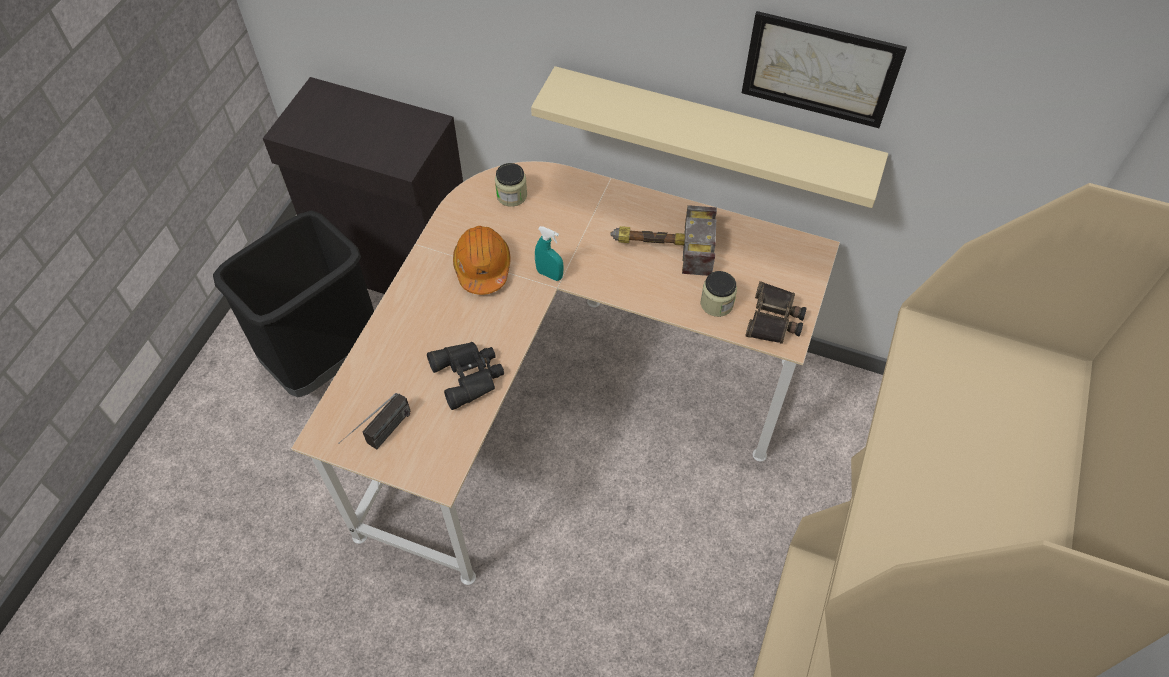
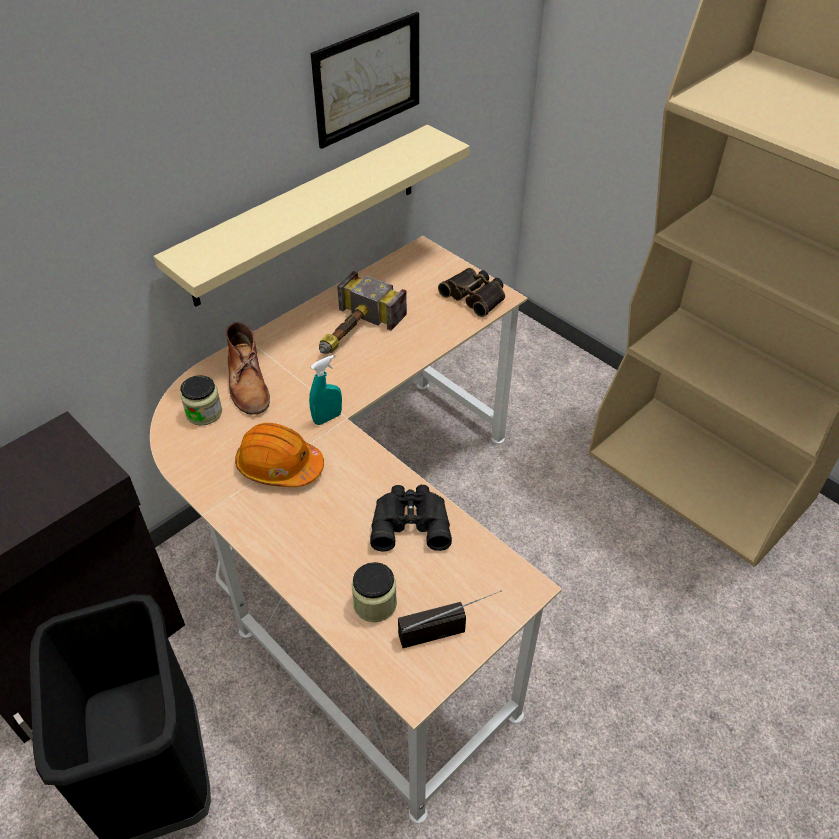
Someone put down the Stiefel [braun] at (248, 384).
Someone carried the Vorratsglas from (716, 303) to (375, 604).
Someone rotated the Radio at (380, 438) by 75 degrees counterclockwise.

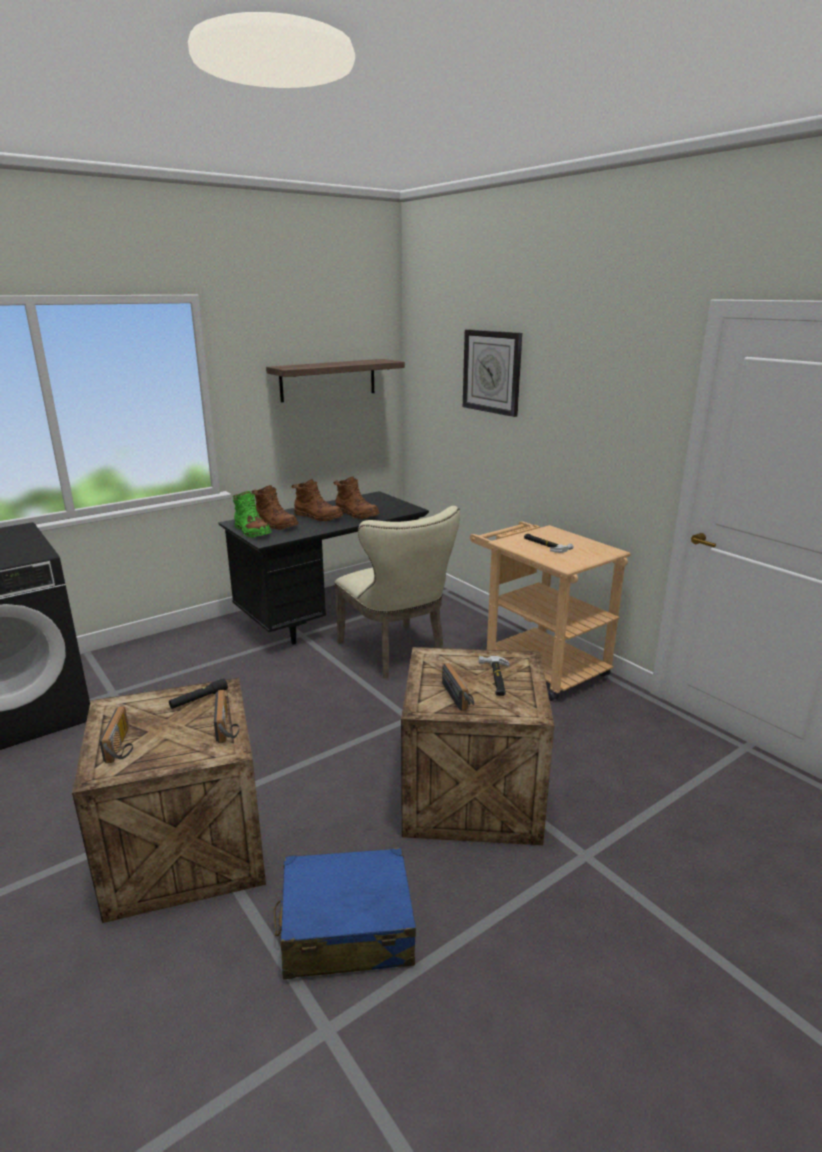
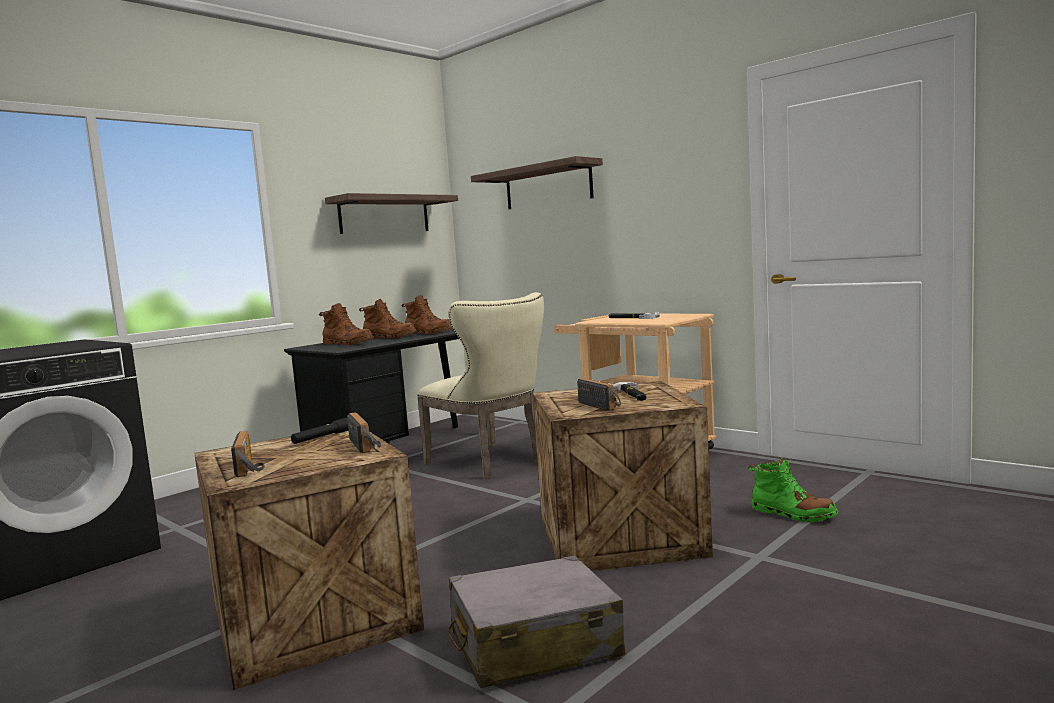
Someone carried the Stiefel [grün] from (252, 531) to (792, 514).
Someone swapped the Wanduhr at (492, 372) for the Wandregal at (548, 186).
Someone repainted the Koffer [blau] at (346, 929), which became the Koffer [grau] at (533, 644).

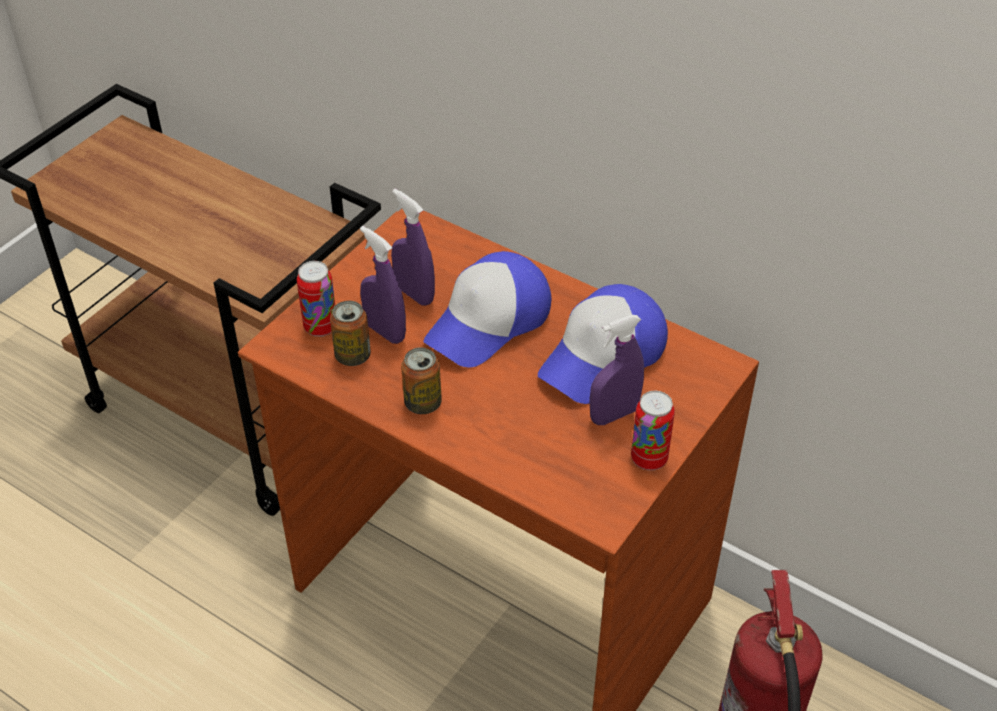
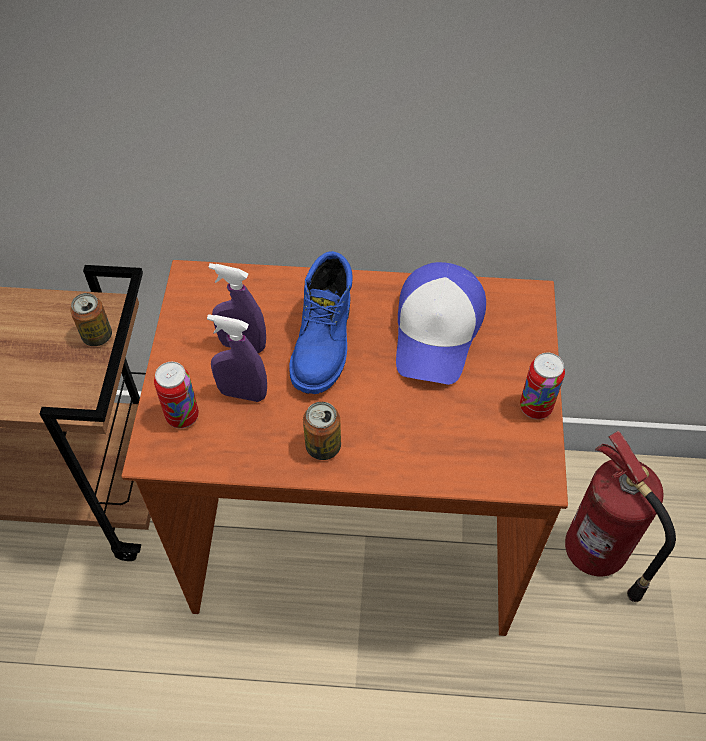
Someone took away the Sprühflasche [lila] at (614, 415).
Someone carried the Dose from (352, 356) to (97, 336).
Someone swapped the Kappe at (489, 322) for the Stiefel [blau] at (324, 343).

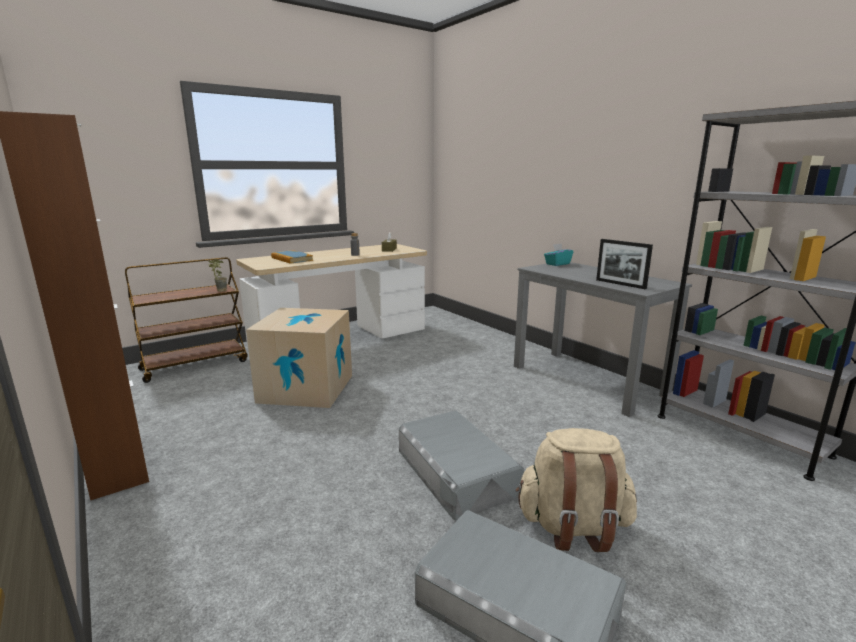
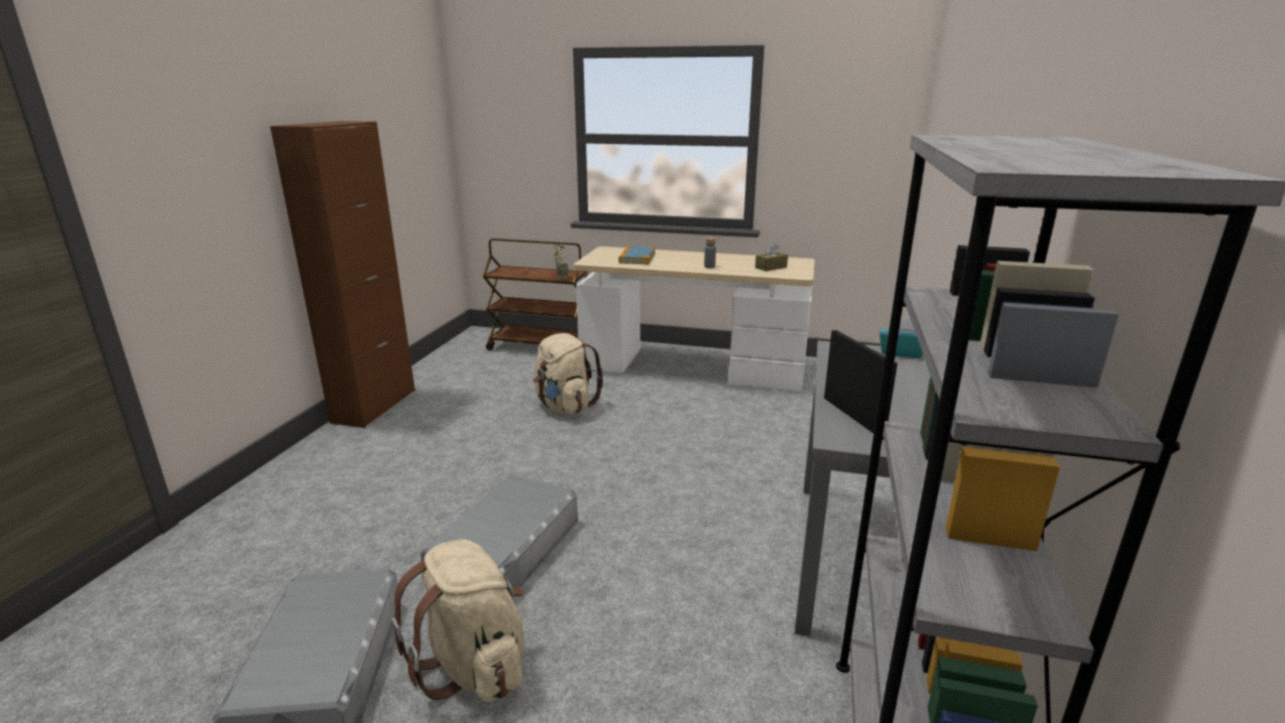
Someone swapped the Karton at (306, 388) for the Rucksack [beige] at (565, 406).
Someone rotated the Bilderrahmen at (620, 284) by 150 degrees clockwise.

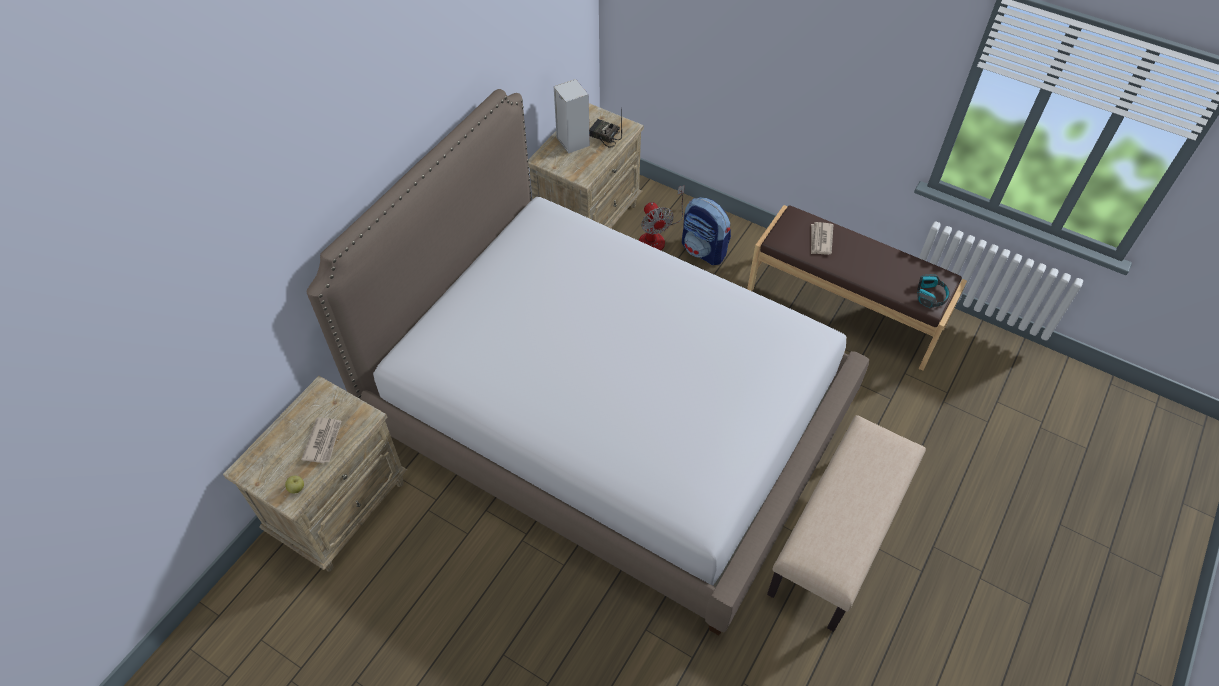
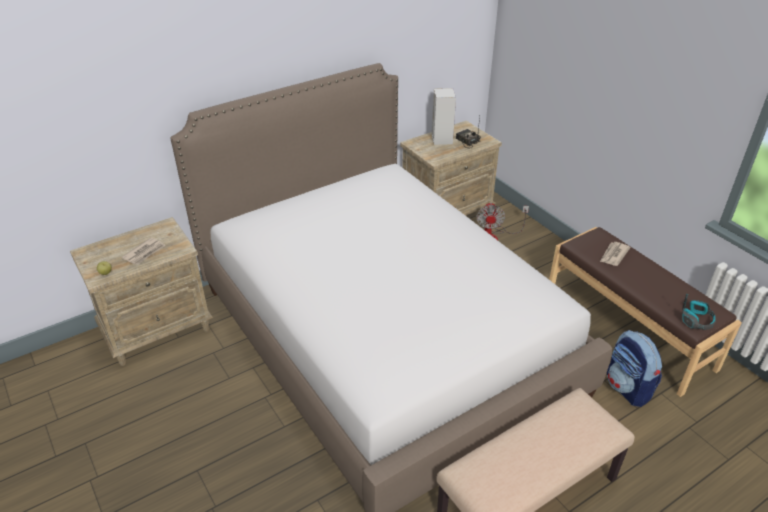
Someone carried the Rucksack from (704, 250) to (628, 388).

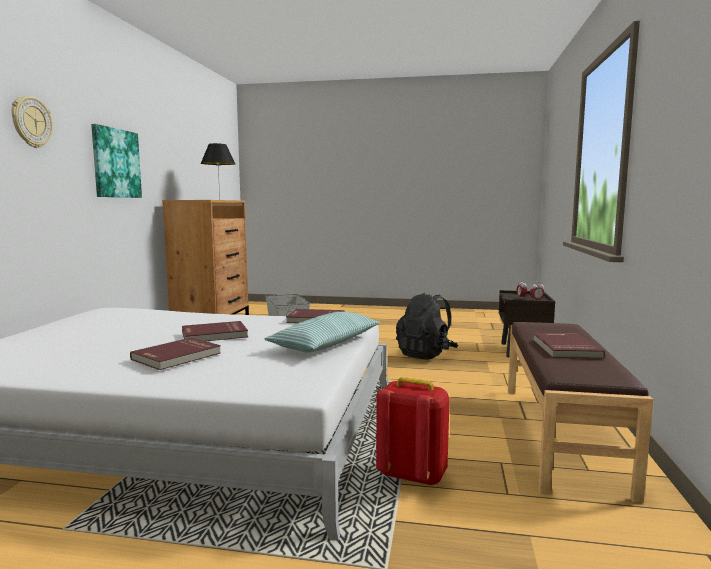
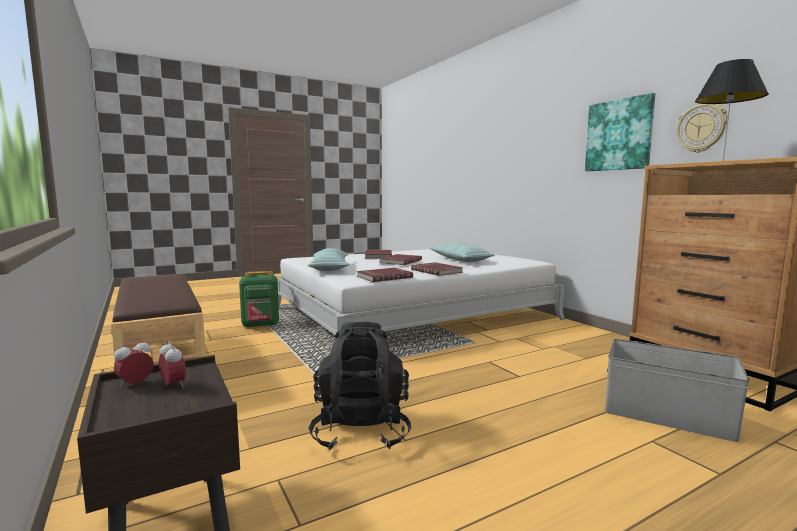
Someone put down the Kissen at (460, 260).
Someone carried the Wanduhr from (31, 122) to (701, 128).
Someone carried the Buch [rot] from (564, 348) to (437, 271).
Someone repainted the Rucksack [rot] at (412, 475), which became the Rucksack [grün] at (261, 325).

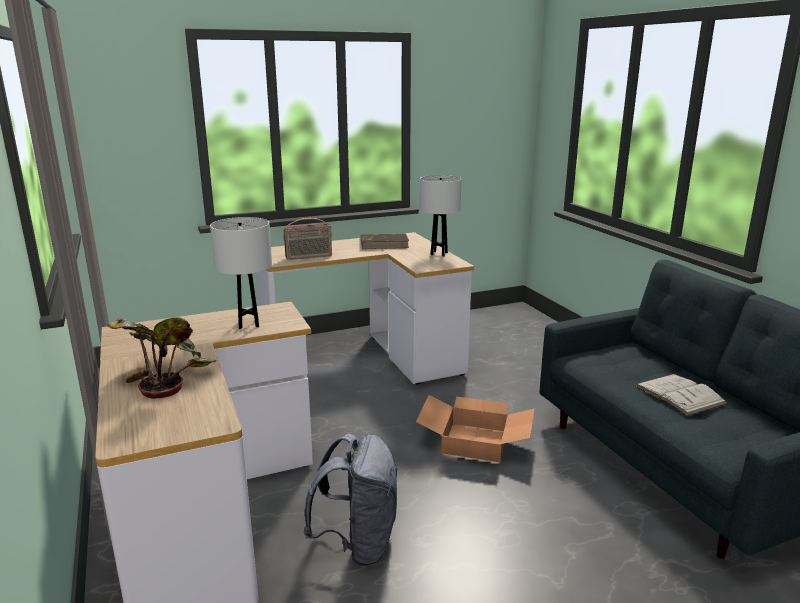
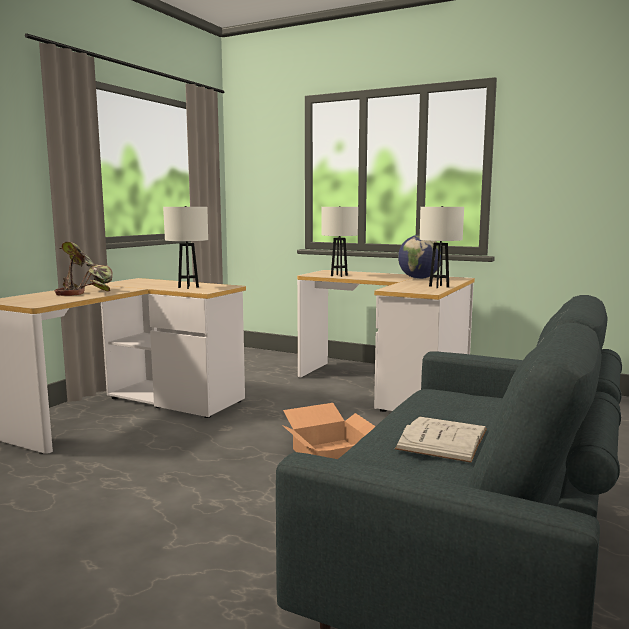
Someone took away the Rucksack [grau] at (358, 544).
Someone swapped the Radio at (309, 257) for the Tischlampe [weiß] at (339, 275).
Someone swapped the Buch [braun] at (385, 244) for the Globus at (419, 278).

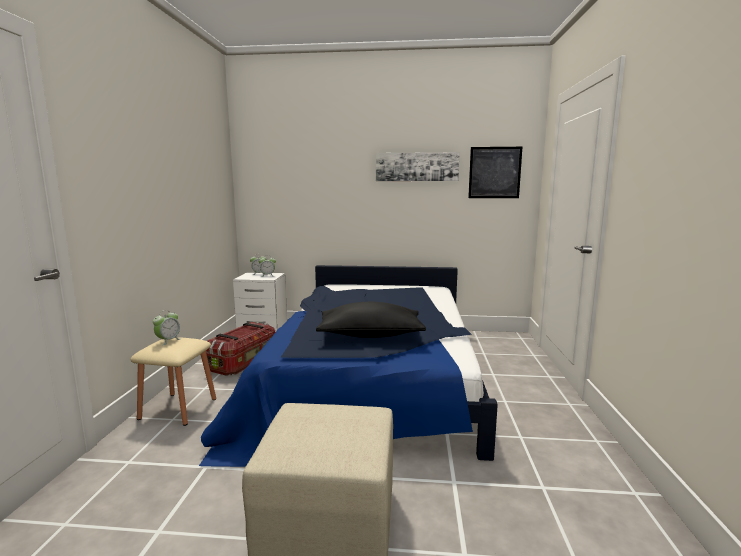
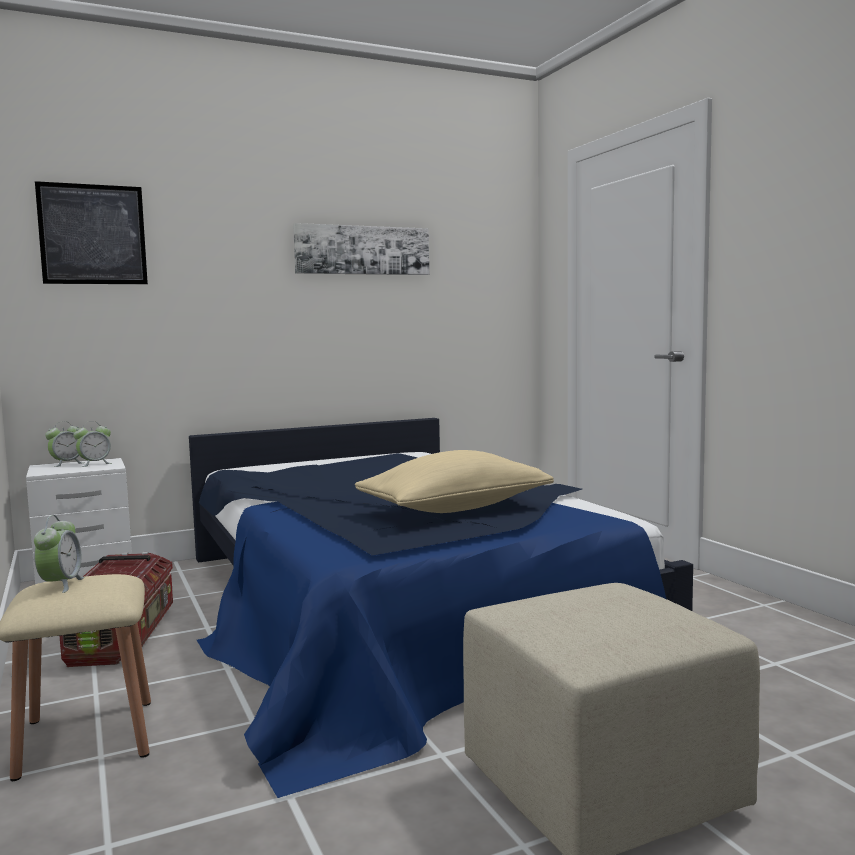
Someone carried the Bild from (494, 172) to (93, 234).
Someone repainted the Kissen [schwarz] at (370, 335), which became the Kissen [beige] at (455, 509).

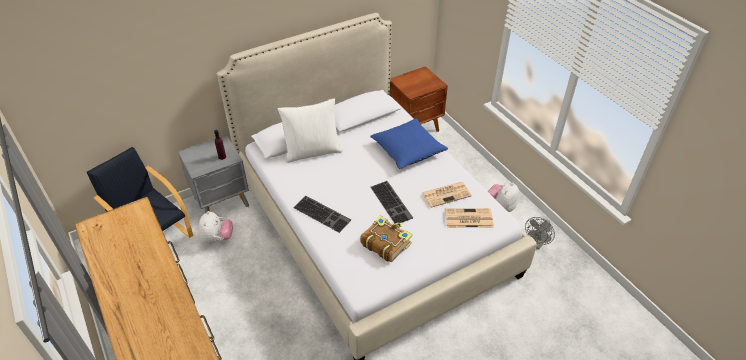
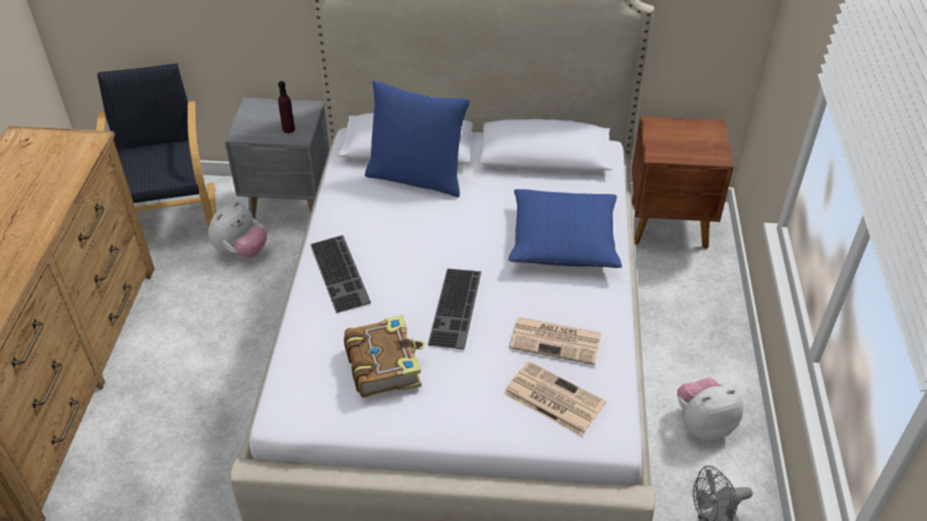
Someone repainted the Kissen [weiß] at (312, 151), which became the Kissen [blau] at (417, 176).

